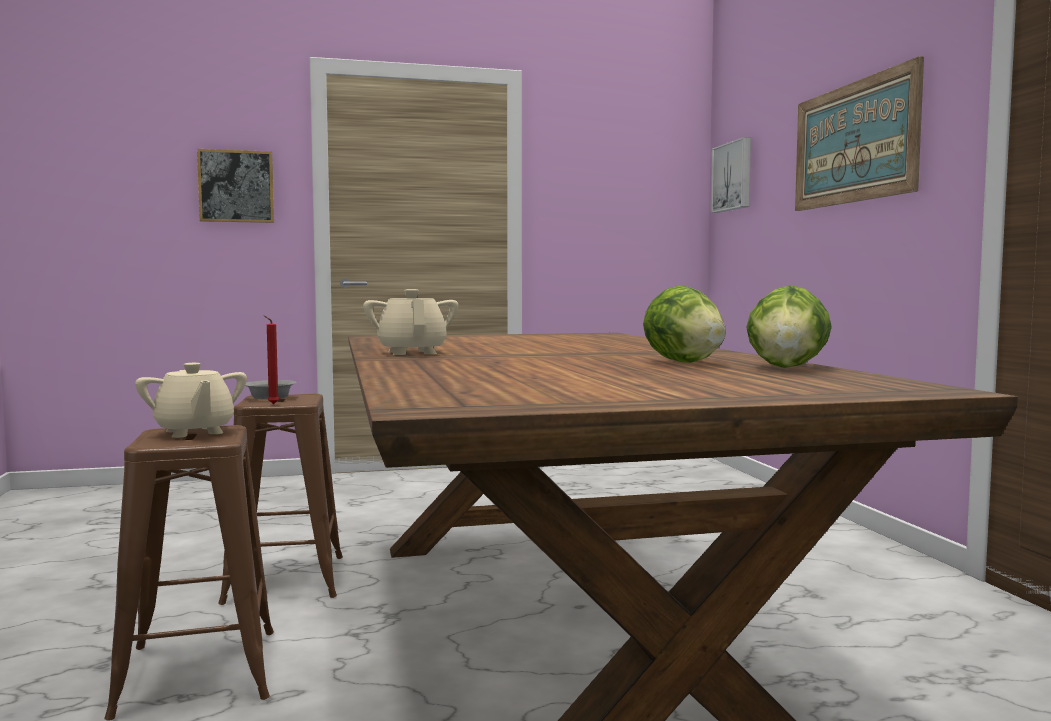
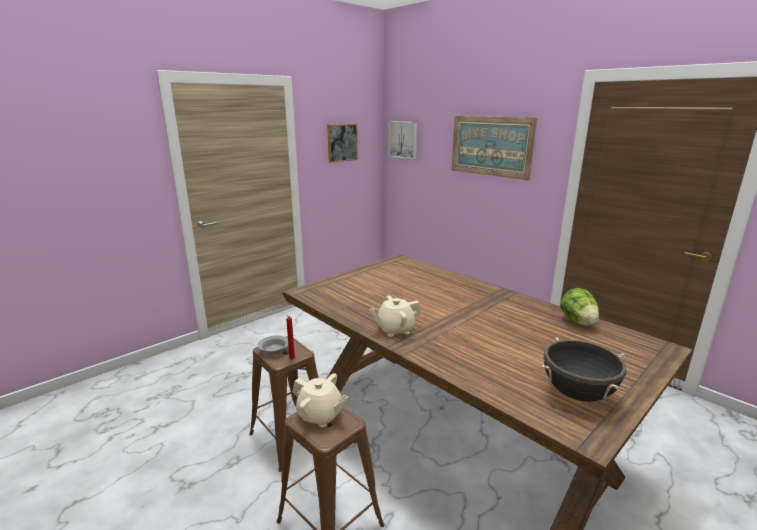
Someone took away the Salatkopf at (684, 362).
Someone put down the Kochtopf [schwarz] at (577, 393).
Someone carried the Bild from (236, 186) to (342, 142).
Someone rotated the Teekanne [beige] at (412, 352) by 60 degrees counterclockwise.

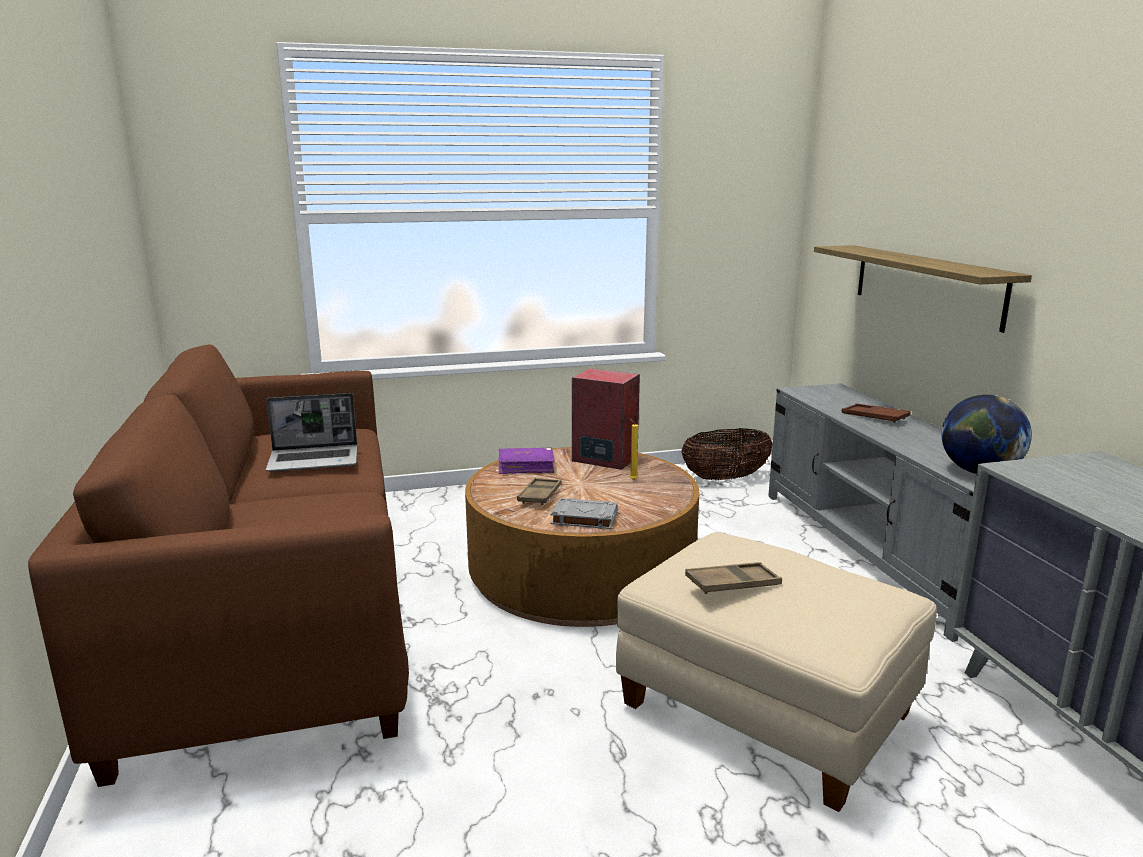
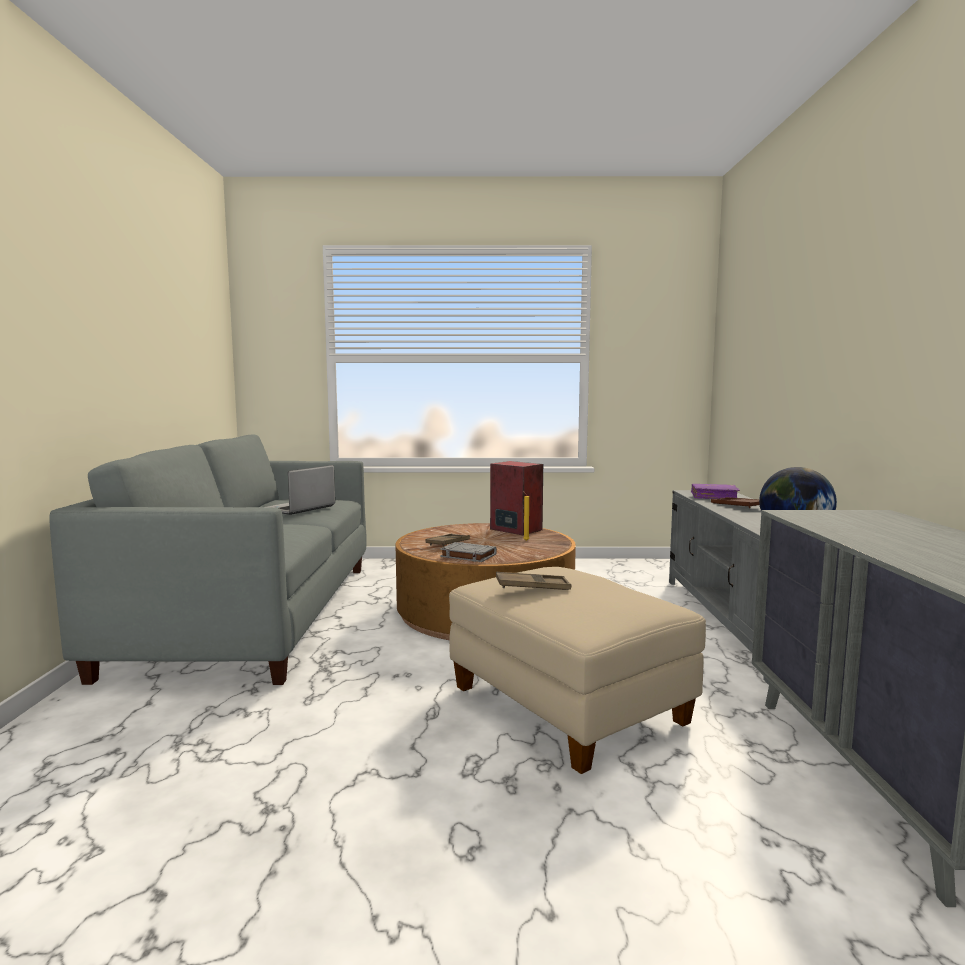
Someone took away the Korb at (725, 478).
Someone took away the Wandregal at (926, 284).
Someone carried the Buch [lila] from (526, 467) to (714, 497).
Someone repainted the Sofa [braun] at (275, 616), which became the Sofa [grau] at (254, 614).
Someone rotated the Laptop at (315, 460) by 120 degrees clockwise.

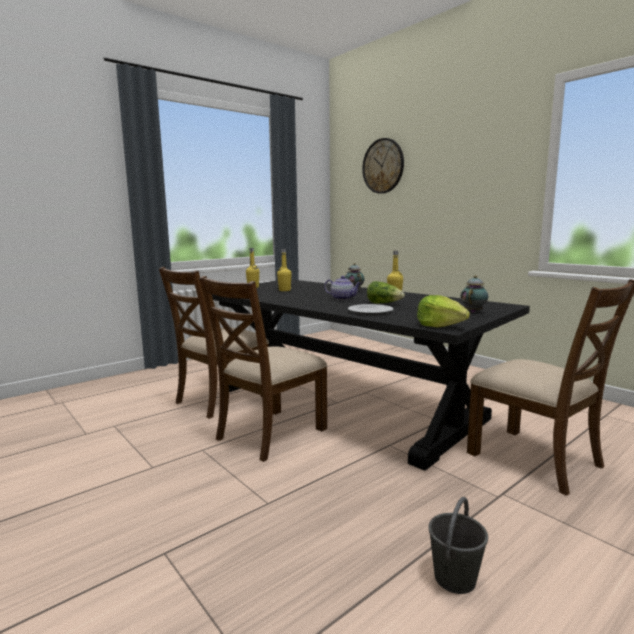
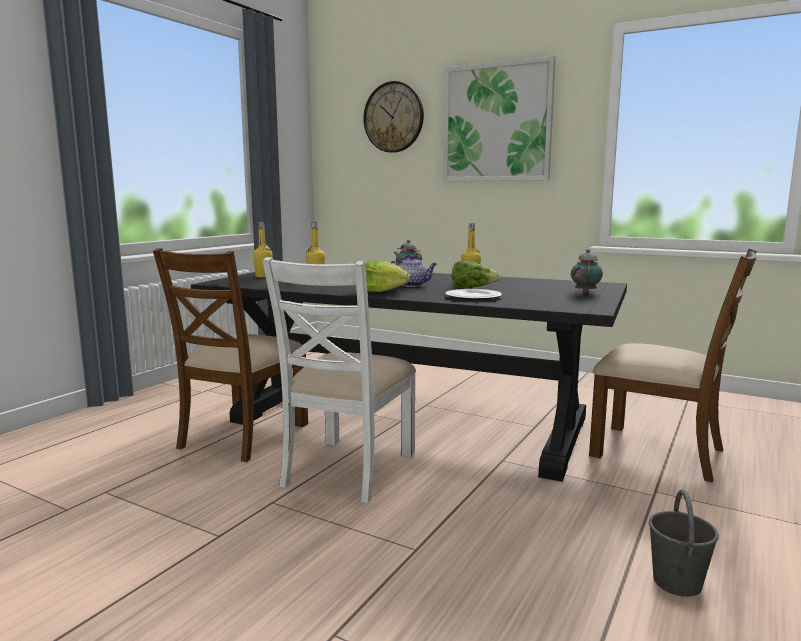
Someone put up the Bild at (497, 123).
Someone carried the Salatkopf from (440, 326) to (382, 291).
Someone repainted the Stuhl [braun] at (270, 433), which became the Stuhl [weiß] at (347, 469).

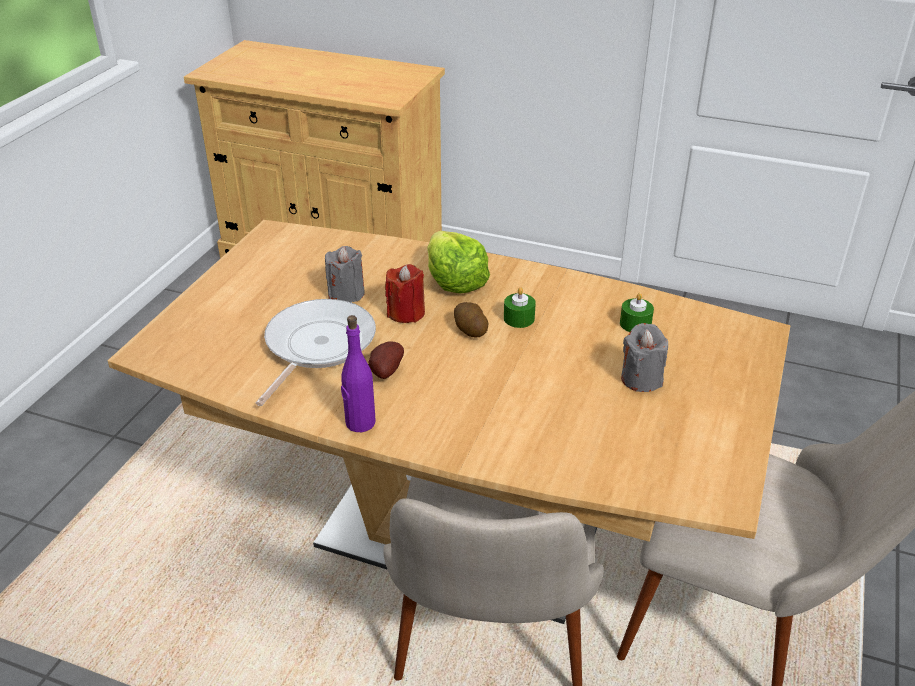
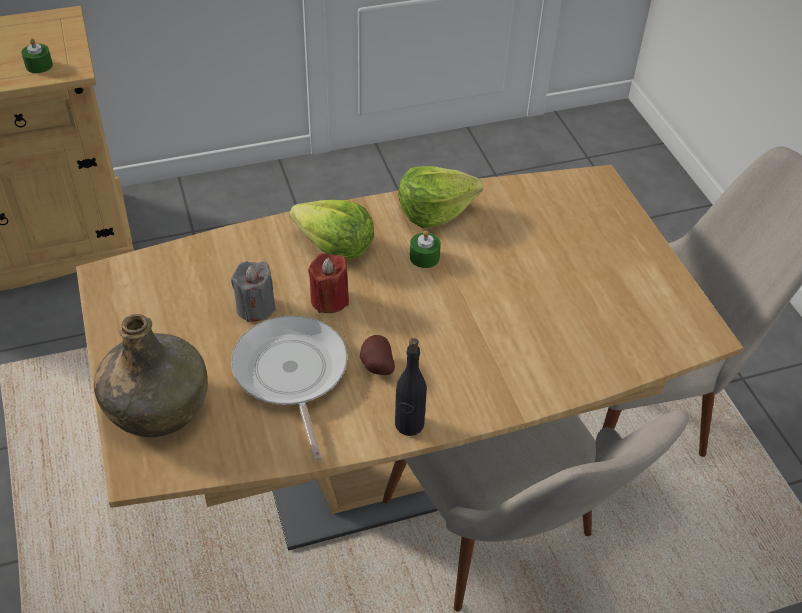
Someone took away the Kartoffel at (470, 330).
Someone took away the Kerze [grau] at (641, 379).
Someone put down the Flasche [grün] at (157, 406).
Someone put down the Salatkopf at (434, 211).
Someone carried the Kerze [grün] from (635, 324) to (39, 65).
Someone repainted the Flasche [lila] at (360, 423), which became the Flasche [schwarz] at (409, 424).

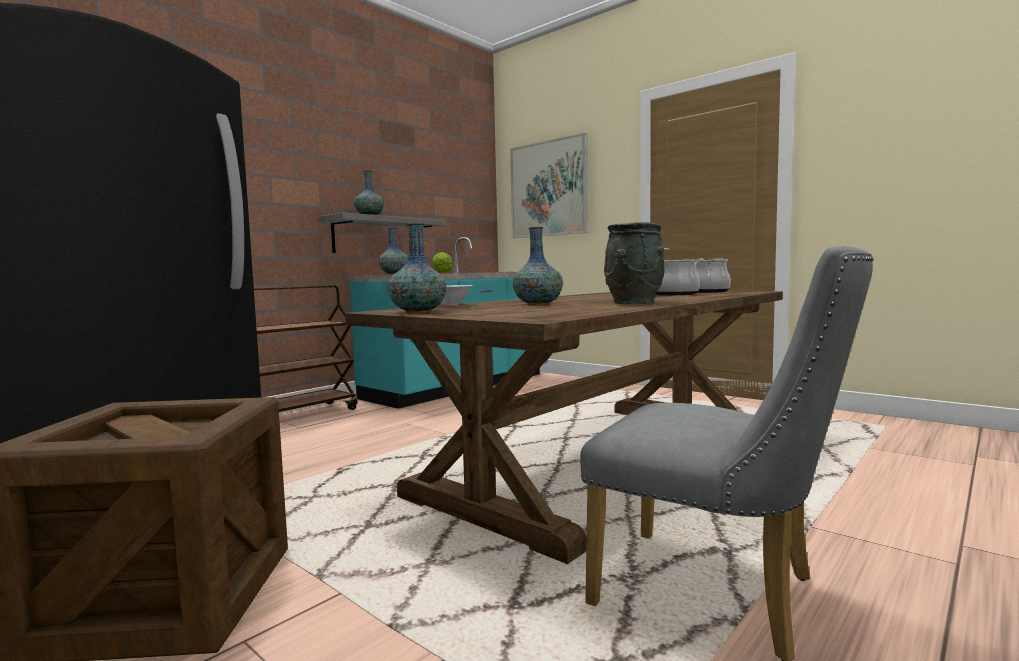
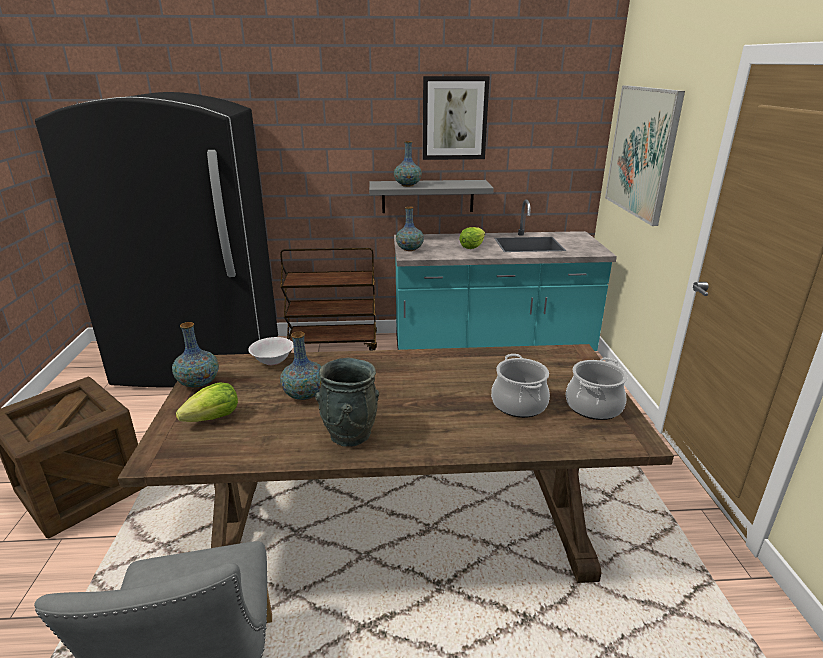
Someone put down the Salatkopf at (213, 418).
Someone put up the Bild at (454, 118).

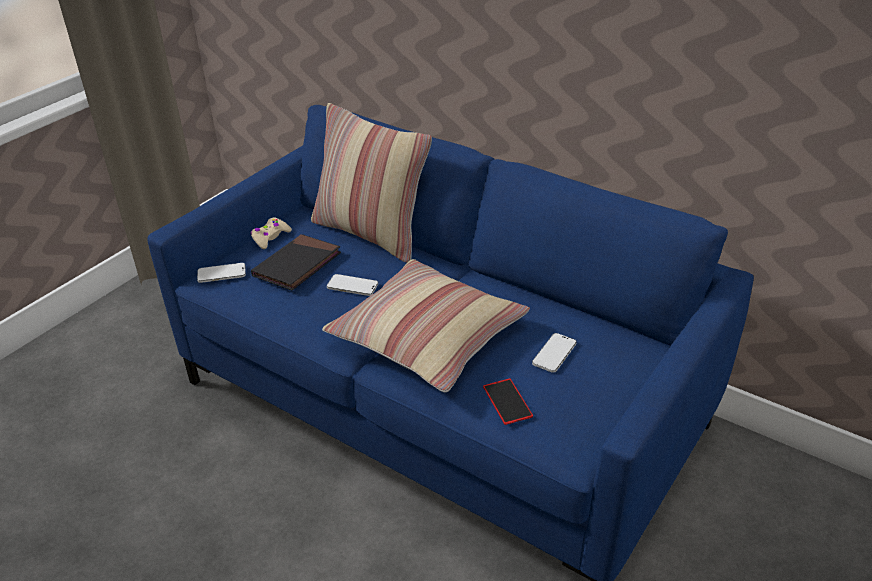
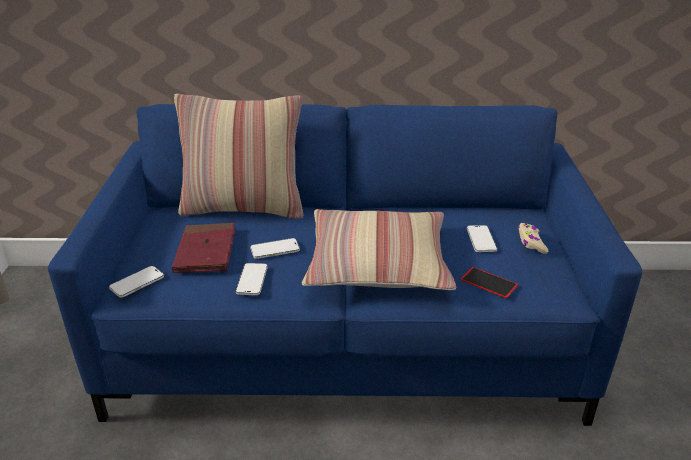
Someone put down the Handy at (252, 280).
Someone carried the Gamepad [beige] from (270, 237) to (531, 242).
Someone repainted the Buch [schwarz] at (297, 265), which became the Buch [rot] at (206, 251).

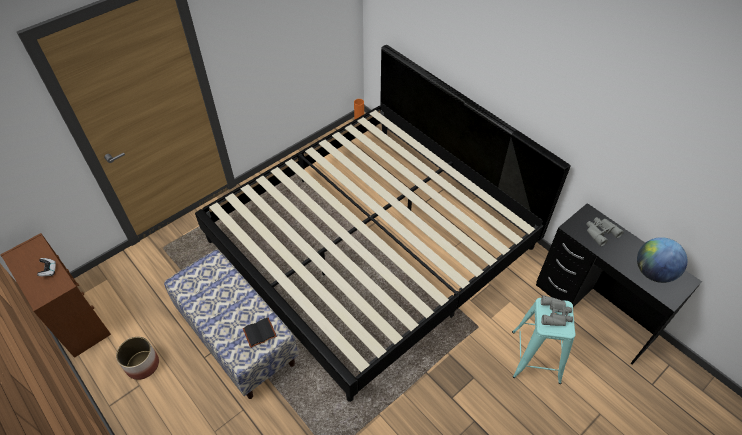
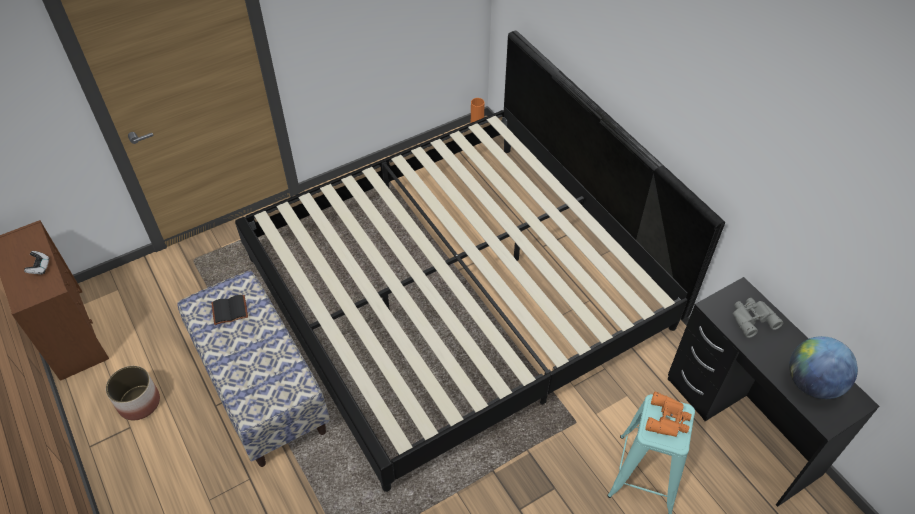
Someone carried the Buch [schwarz] from (259, 334) to (229, 311).
Someone repainted the Fernglas [grau] at (556, 314), which became the Fernglas [orange] at (668, 419).

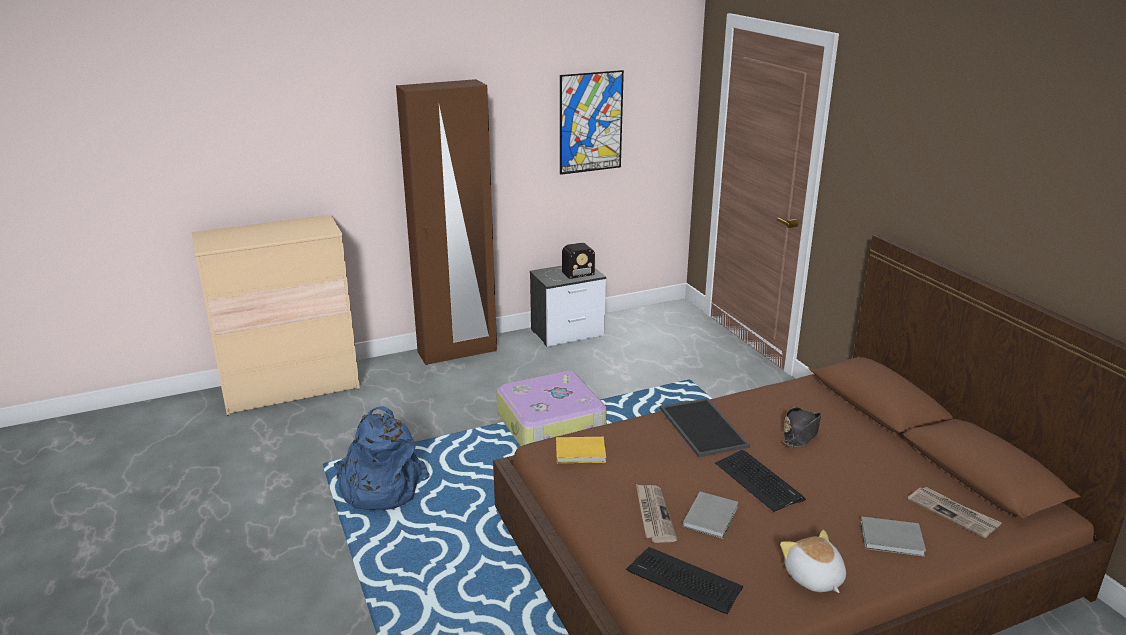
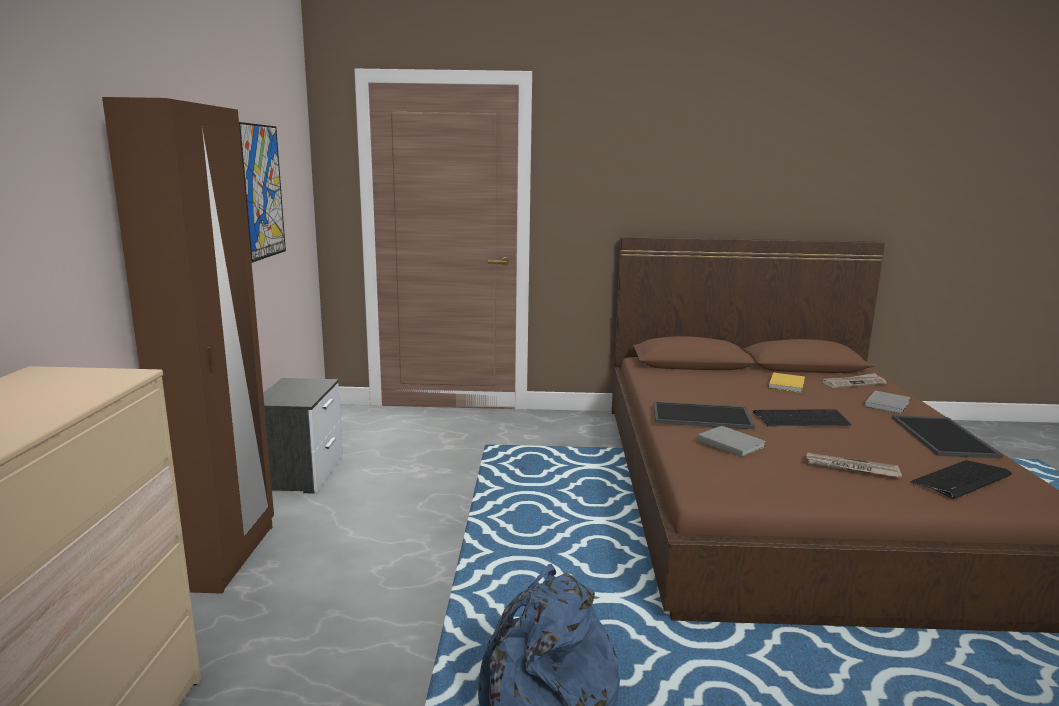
Someone took away the Koffer at (552, 425).
Someone took away the Radio at (567, 274).
Someone took away the Hut [schwarz] at (801, 433).
Someone carried the Buch [gelb] from (582, 452) to (787, 384).
Someone carried the Buch [grau] from (712, 516) to (730, 443).
Someone swapped the Plüschtier at (813, 578) for the Tablett at (945, 437).

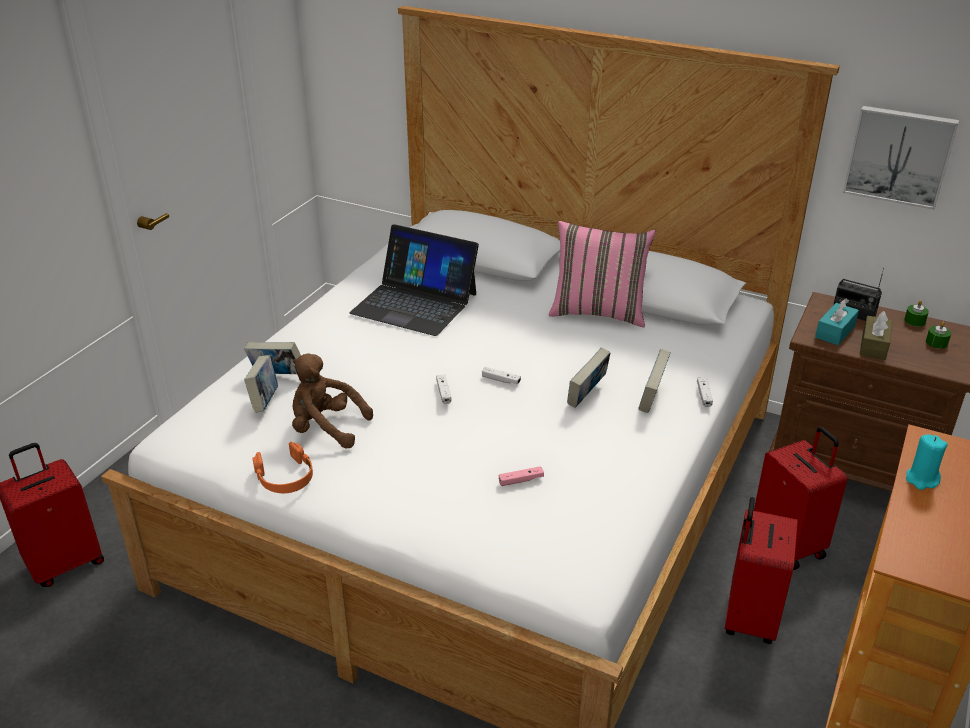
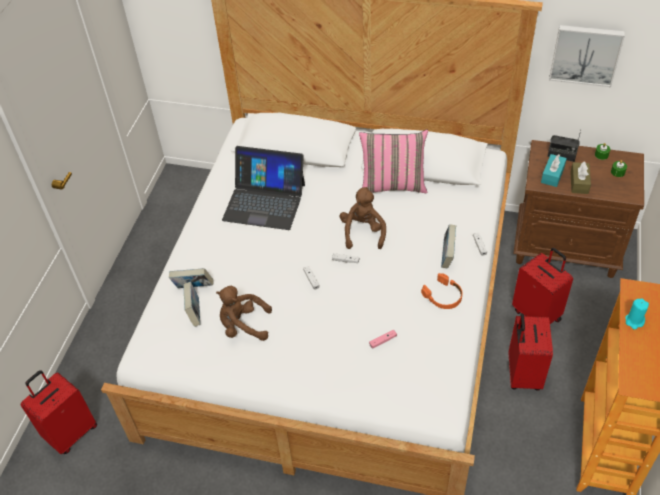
Someone took away the Buch at (587, 396).
Someone put down the Plüschtier [braun] at (363, 232).
Someone carried the Kopfhörer [orange] from (285, 477) to (443, 296).

